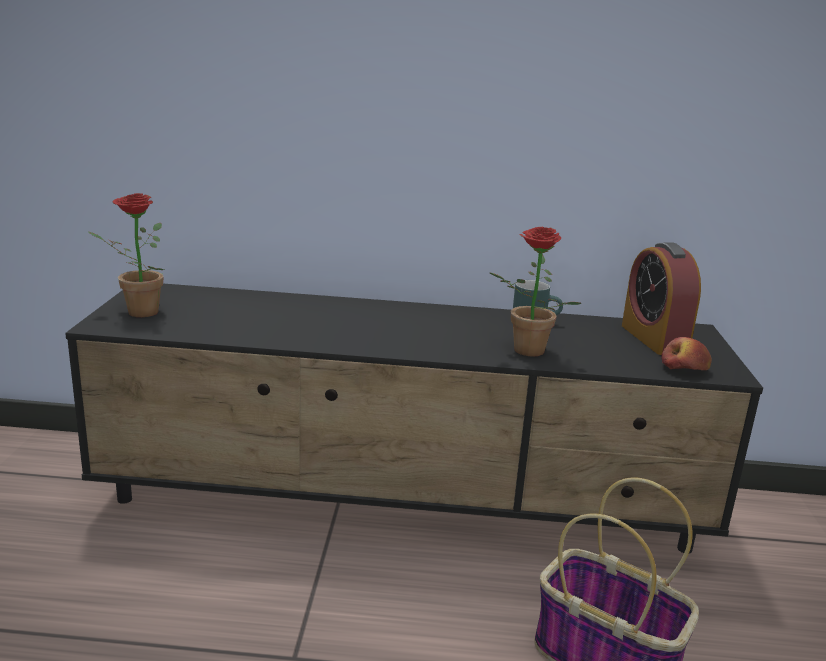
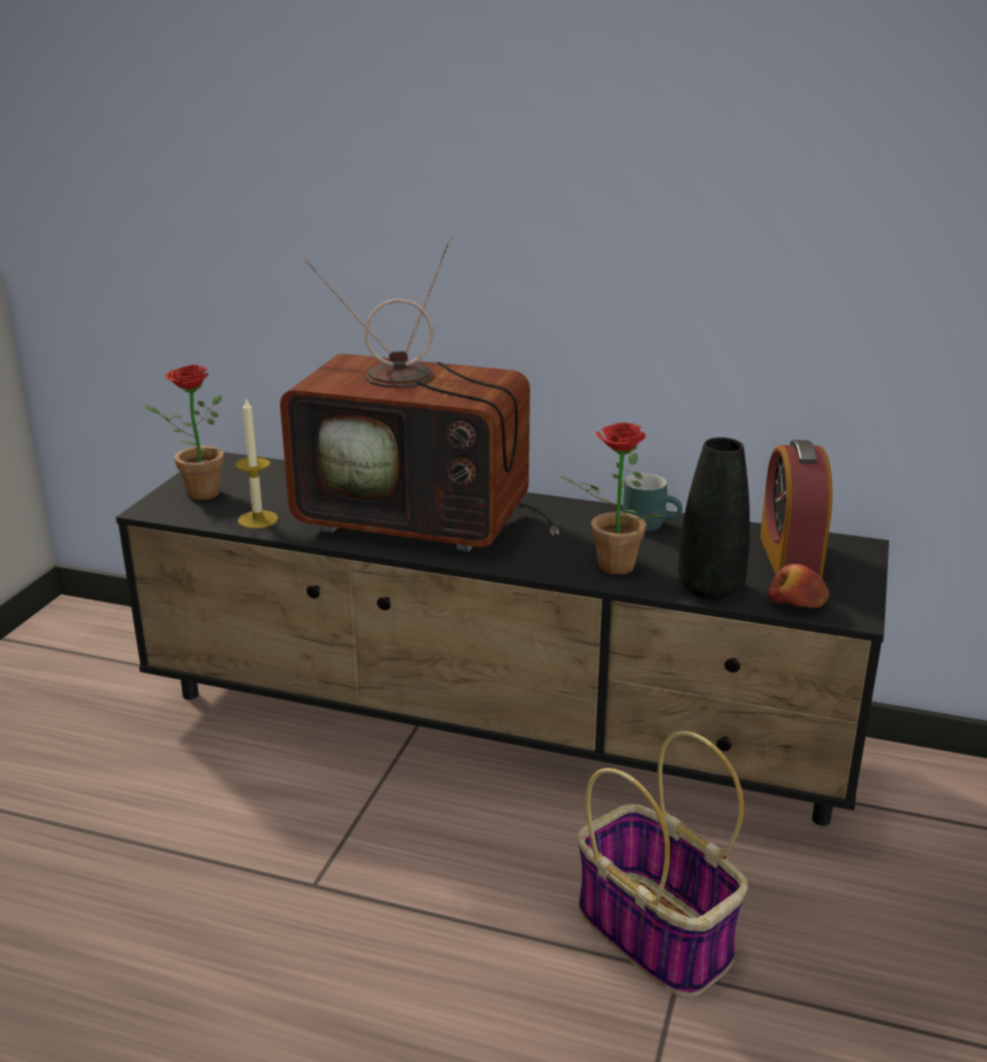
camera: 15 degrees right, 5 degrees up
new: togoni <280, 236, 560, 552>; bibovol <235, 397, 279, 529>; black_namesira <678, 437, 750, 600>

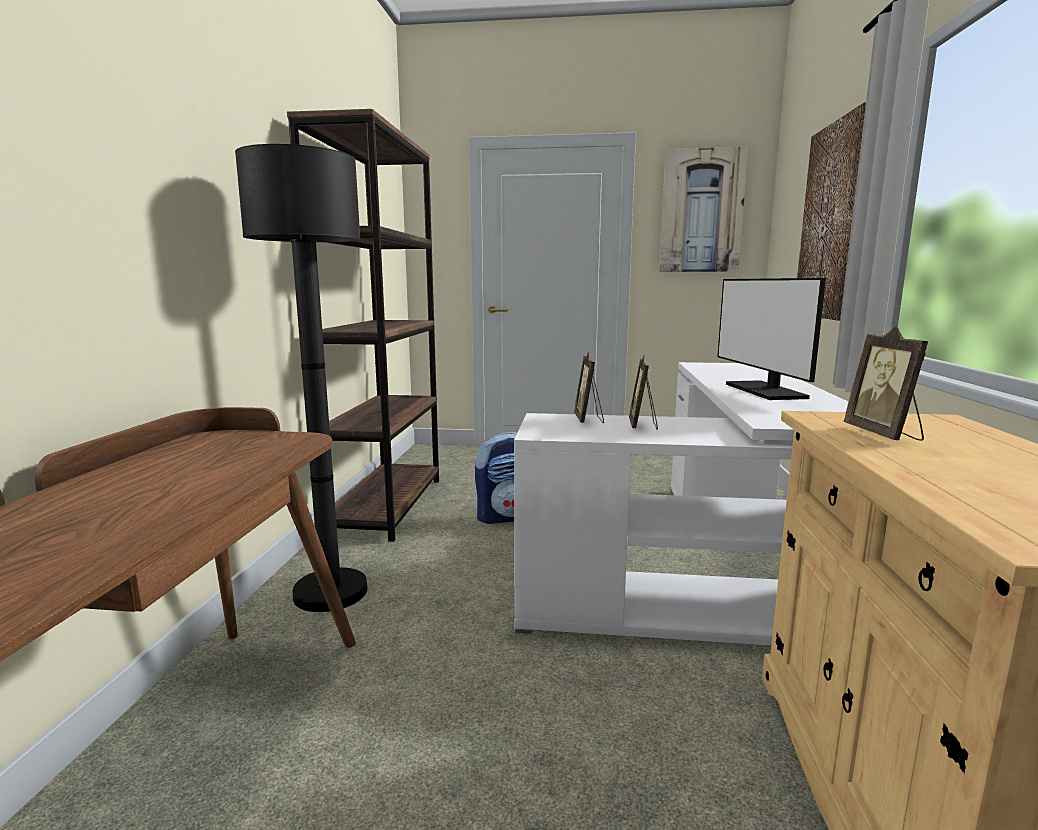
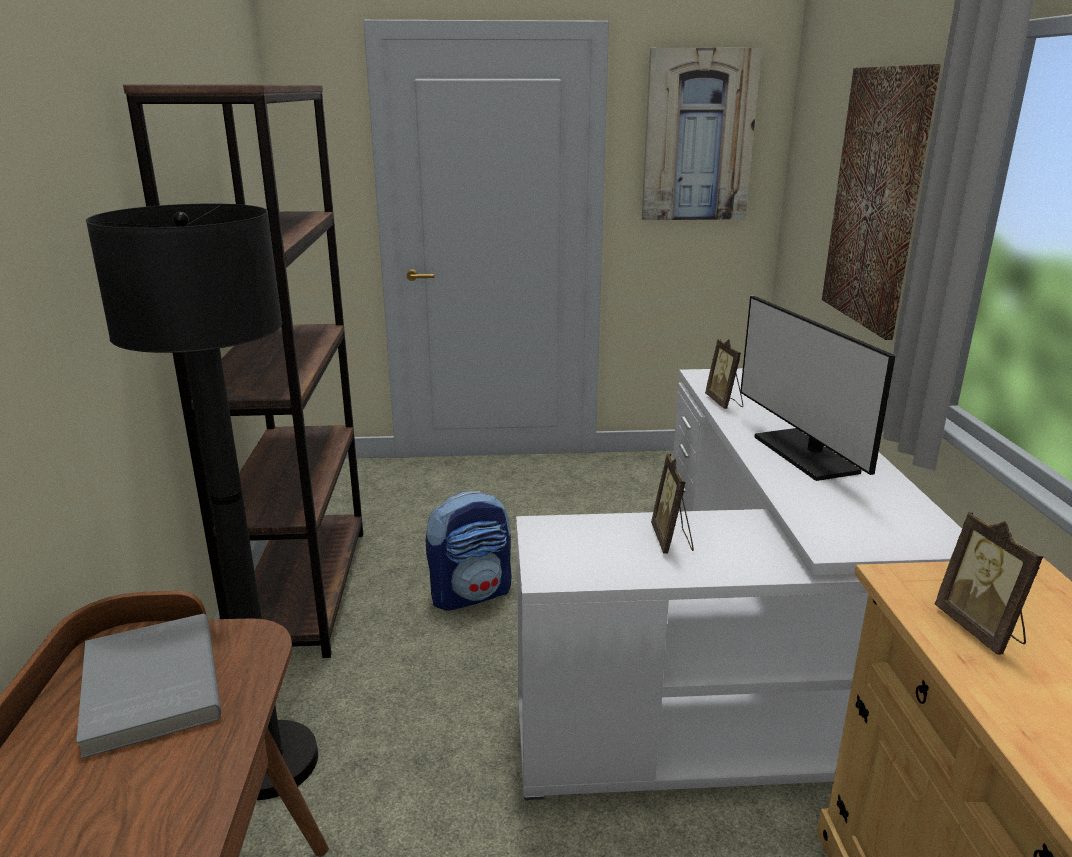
camera: 10 degrees left, 10 degrees up
new: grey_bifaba <76, 614, 221, 759>
shifted: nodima <574, 352, 604, 424> to <705, 339, 743, 409>

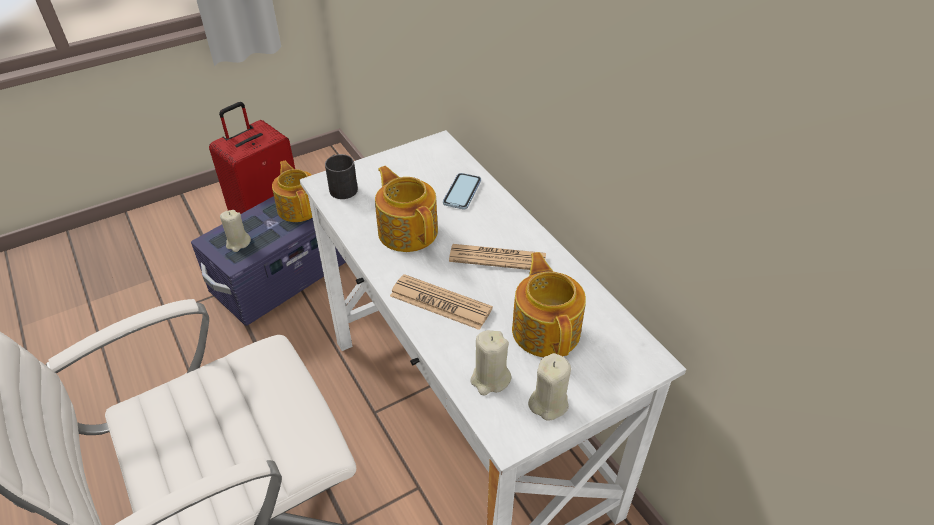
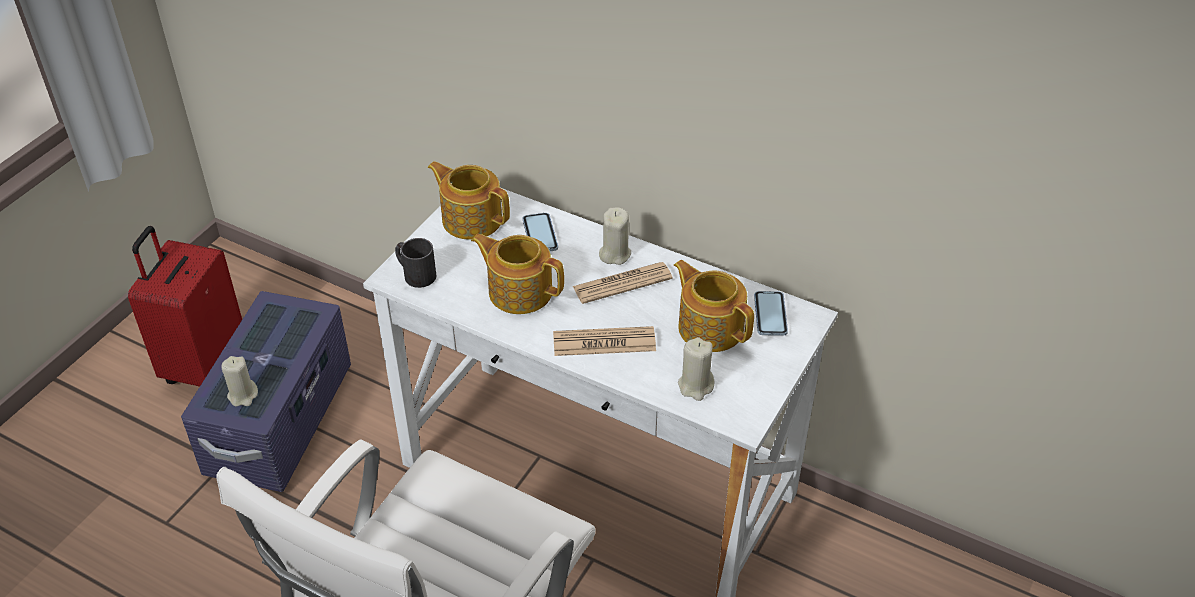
camera: 30 degrees left, 0 degrees up
new: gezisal <754, 291, 788, 336>
shifted: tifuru <272, 161, 312, 222> to <428, 161, 510, 240>; beige_bibovol <528, 353, 571, 421> to <599, 207, 631, 265>

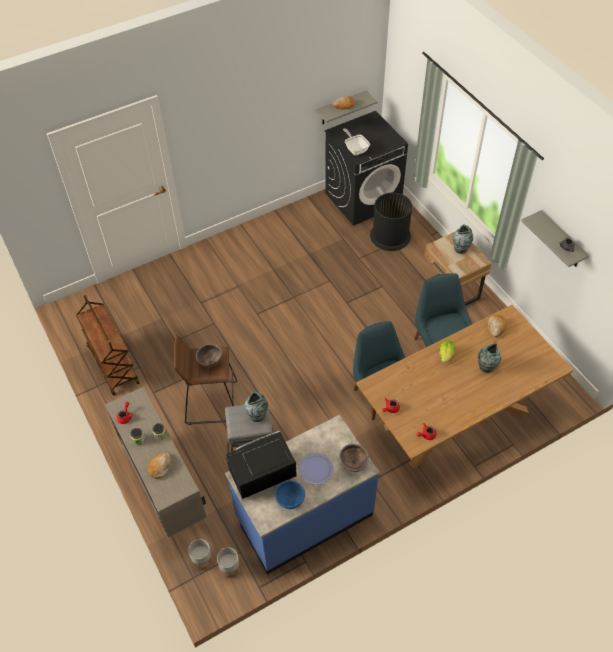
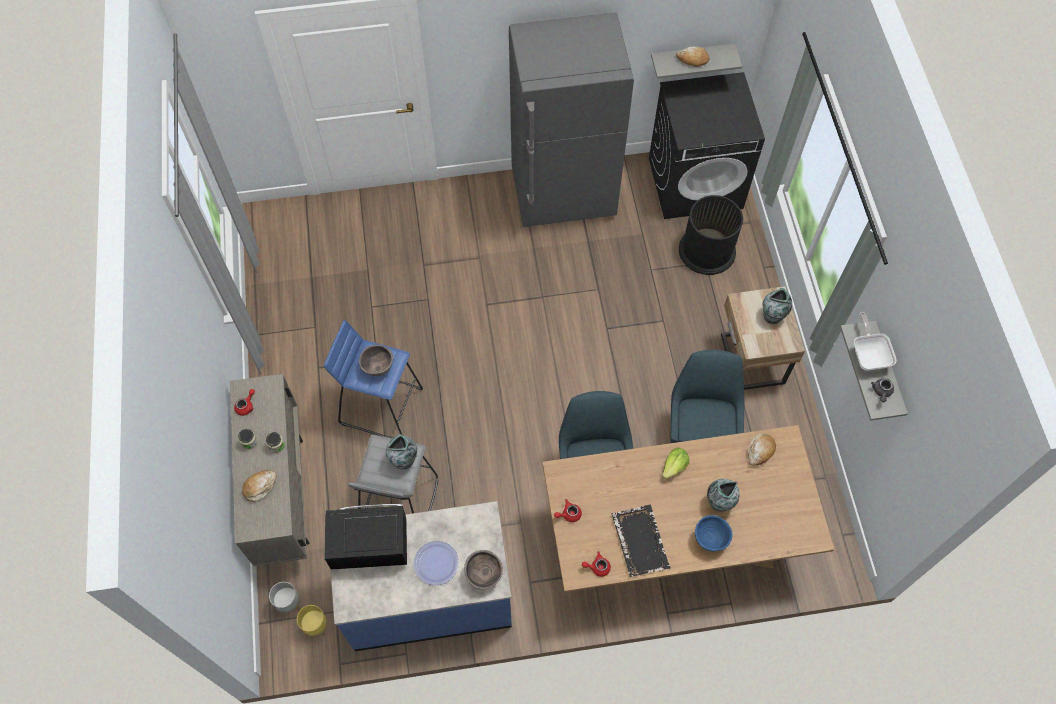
camera: 20 degrees right, 10 degrees up
gone: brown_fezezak <76, 295, 140, 396>
new: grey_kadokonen <509, 12, 634, 227>; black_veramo <612, 504, 671, 577>
shifted: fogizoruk <343, 128, 370, 155> to <854, 312, 897, 371>; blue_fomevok <275, 480, 305, 509> to <695, 515, 732, 551>
repainted: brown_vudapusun <174, 334, 237, 425> to blue_vudapusun <324, 320, 423, 439>; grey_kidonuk <217, 547, 240, 578> to yellow_kidonuk <297, 605, 327, 637>

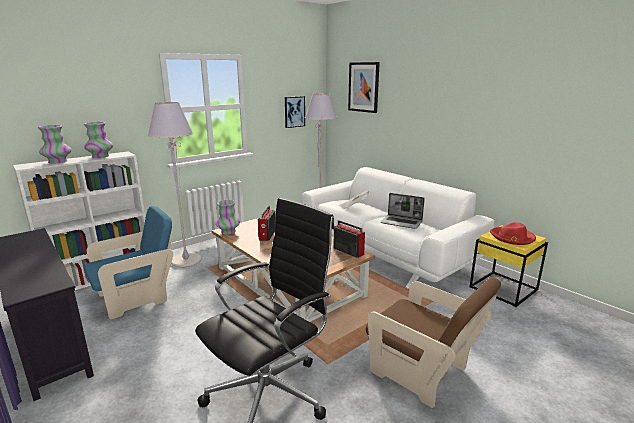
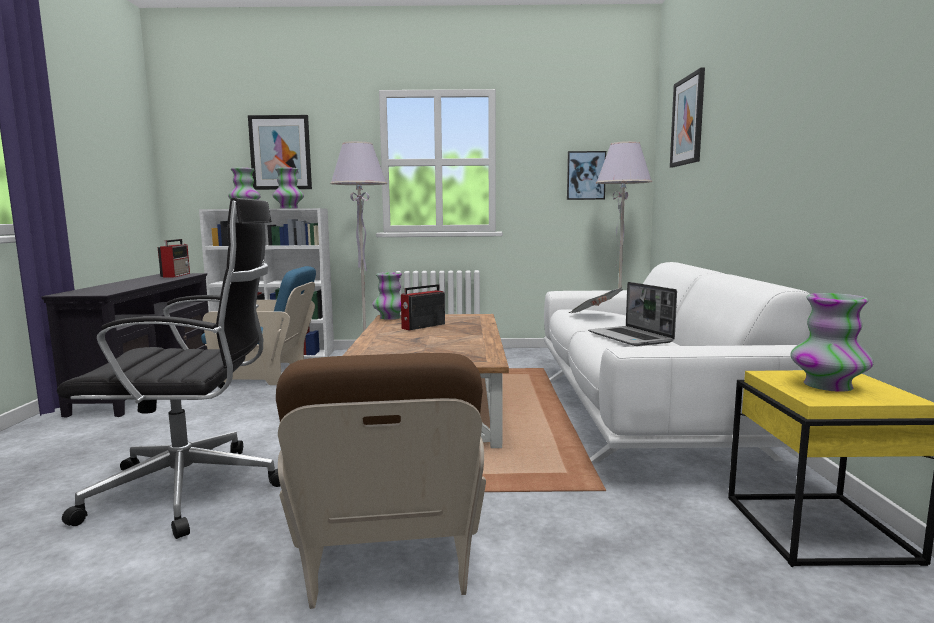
camera: 40 degrees right, 10 degrees down
new: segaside <248, 115, 312, 190>
shifted: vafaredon <333, 220, 365, 258> to <158, 239, 190, 278>
swapped: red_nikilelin <490, 222, 536, 245> to namesira <791, 293, 874, 392>

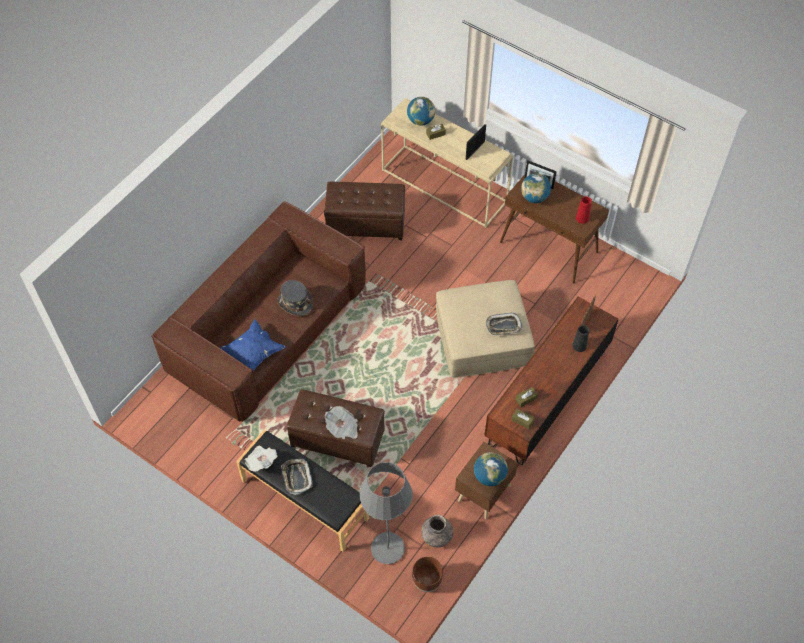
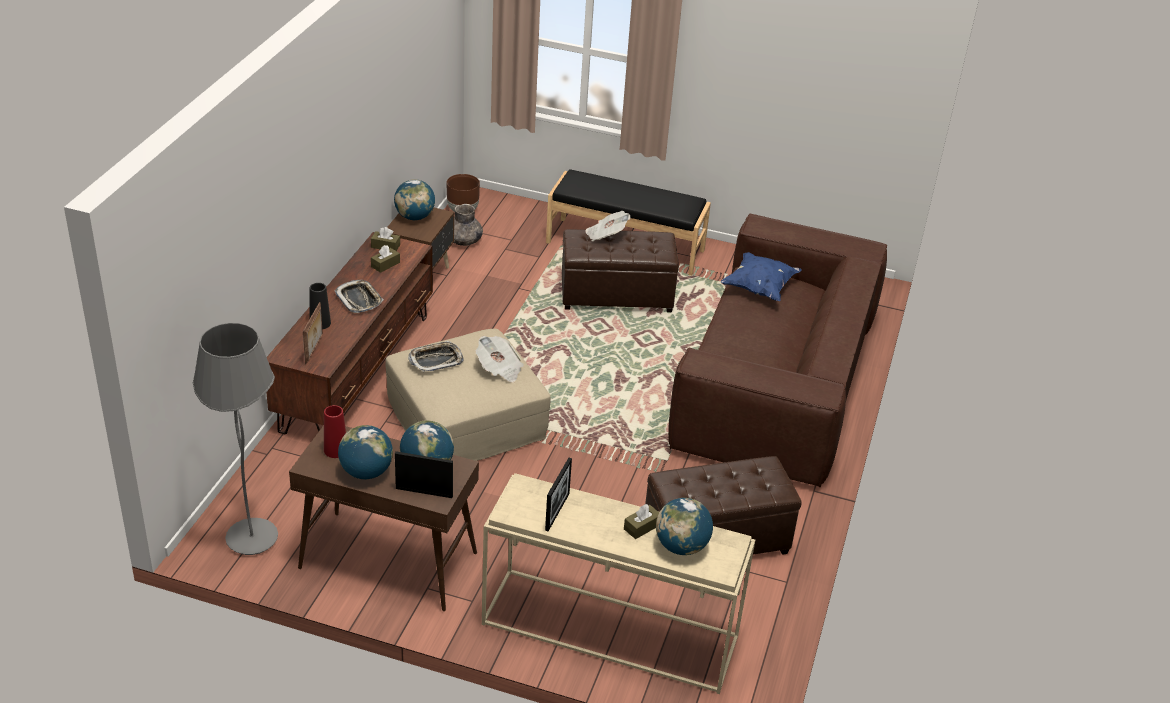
camera: 160 degrees right, 20 degrees down
gone: grey_nikilelin <277, 280, 313, 316>
new: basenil <338, 425, 393, 479>
shifted: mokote <244, 446, 278, 472> to <476, 336, 524, 383>; veramo <281, 459, 313, 495> to <335, 280, 383, 313>; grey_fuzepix <360, 462, 413, 564> to <193, 323, 278, 555>

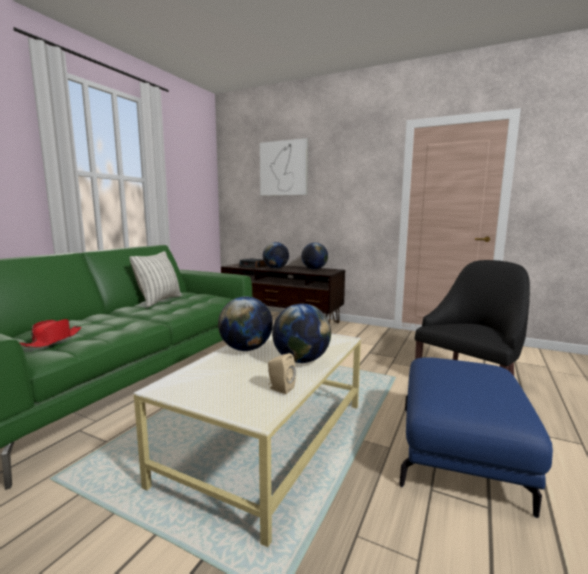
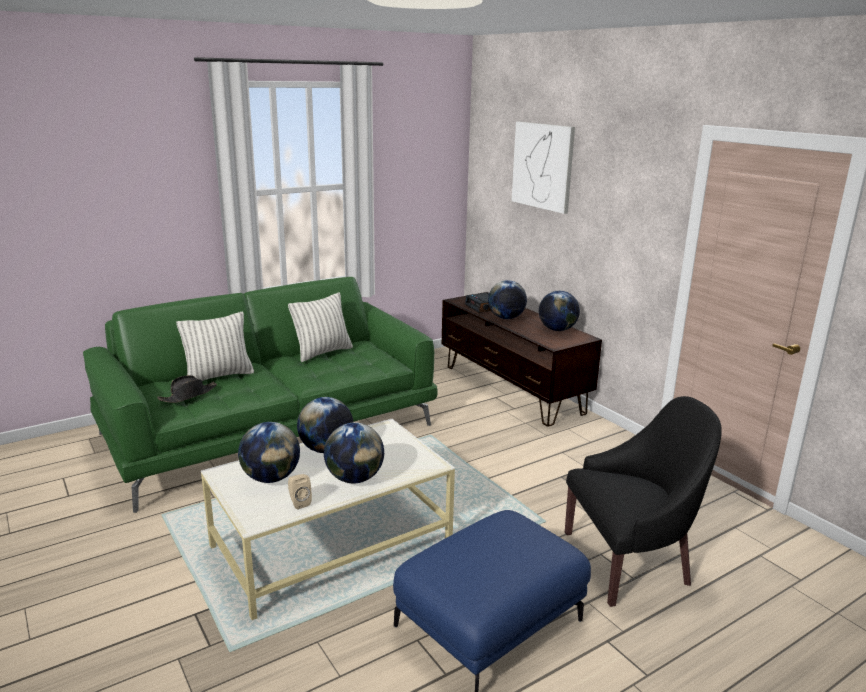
camera: 30 degrees right, 10 degrees up
new: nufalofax <176, 312, 254, 381>; basenil <238, 422, 300, 483>
repainted: red_nikilelin <20, 319, 81, 348> to black_nikilelin <157, 375, 217, 403>

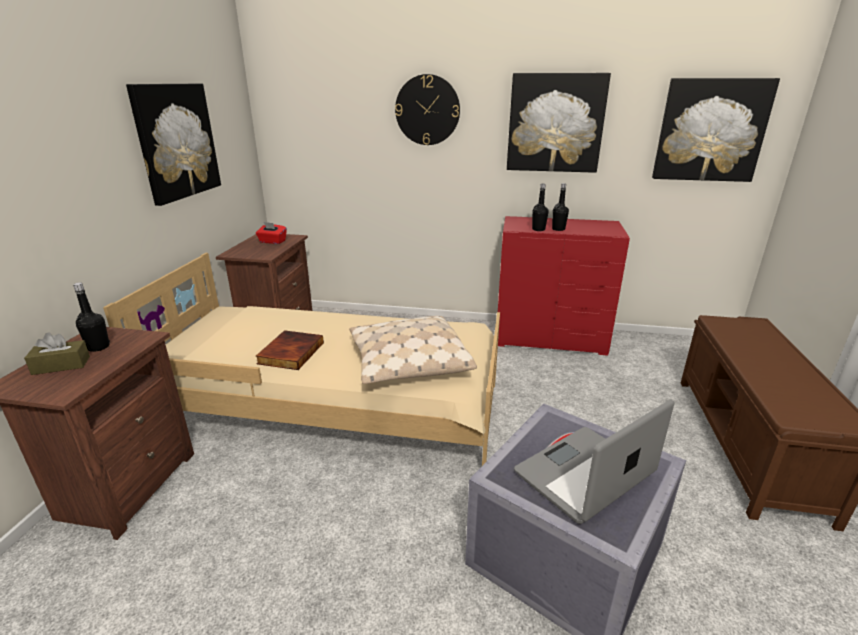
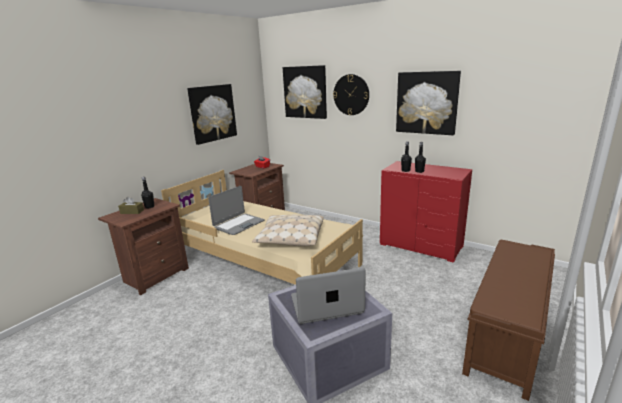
camera: 25 degrees right, 5 degrees down
shifted: segaside <652, 78, 780, 182> to <283, 65, 327, 119>
swapped: bifaba <255, 330, 324, 370> to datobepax <208, 186, 265, 235>

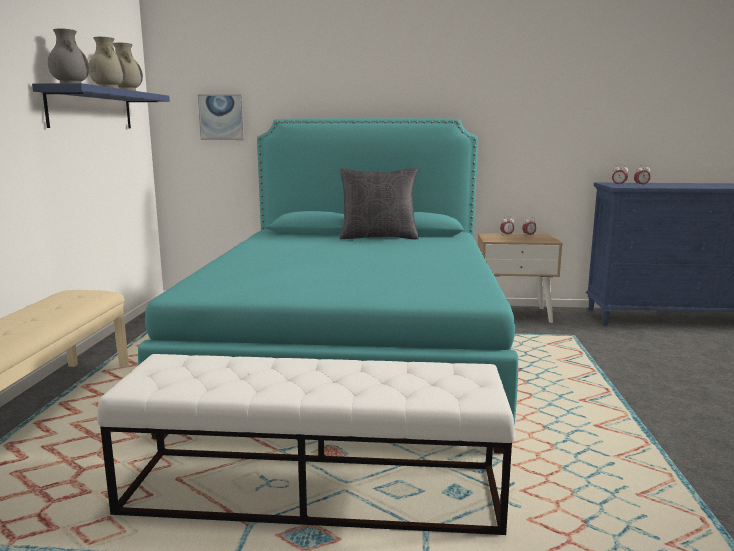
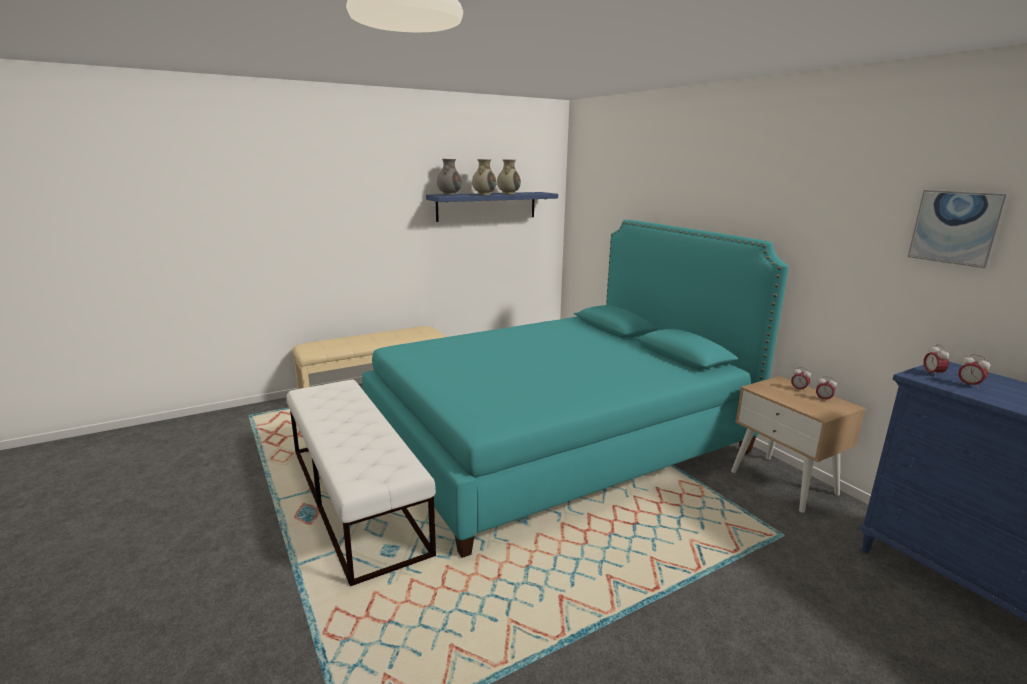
camera: 55 degrees right, 5 degrees up
gone: black_nufalofax <340, 168, 419, 239>
shifted: segaside <198, 94, 244, 140> to <908, 190, 1009, 268>

